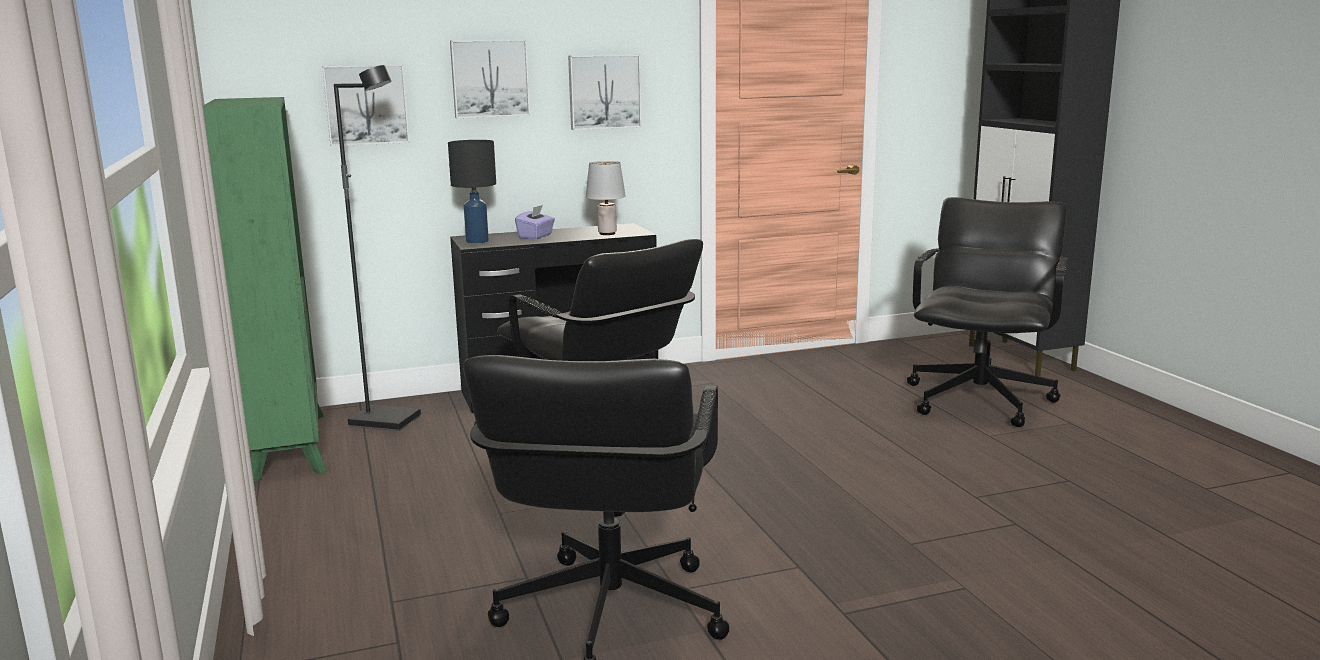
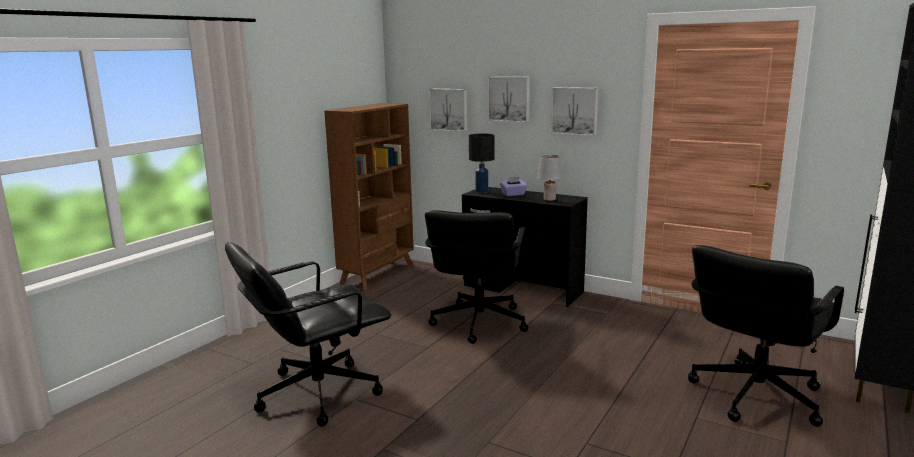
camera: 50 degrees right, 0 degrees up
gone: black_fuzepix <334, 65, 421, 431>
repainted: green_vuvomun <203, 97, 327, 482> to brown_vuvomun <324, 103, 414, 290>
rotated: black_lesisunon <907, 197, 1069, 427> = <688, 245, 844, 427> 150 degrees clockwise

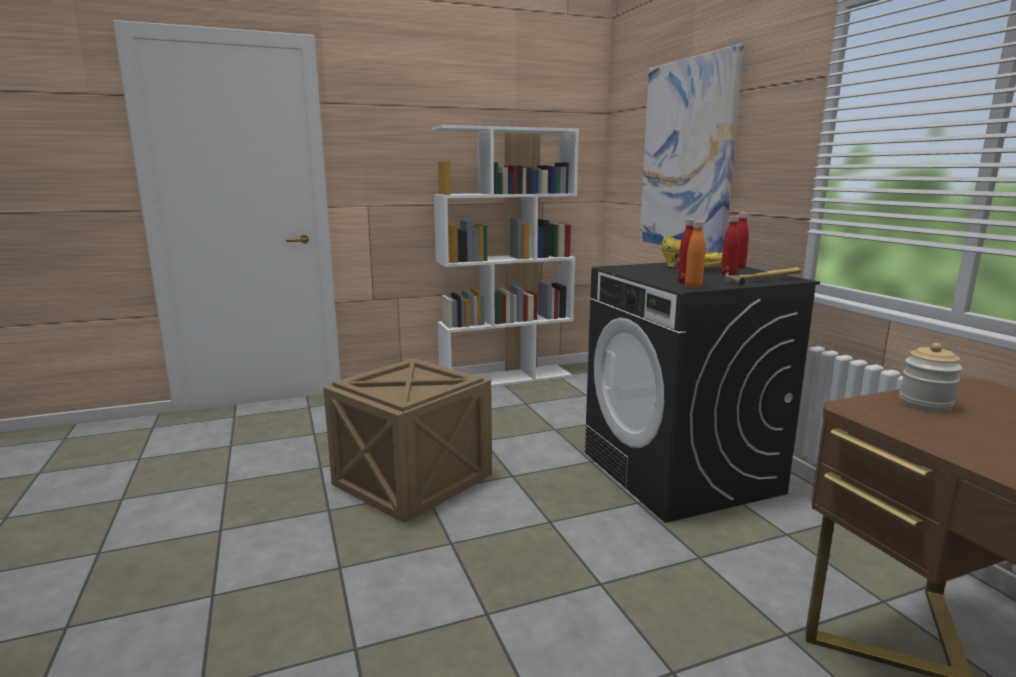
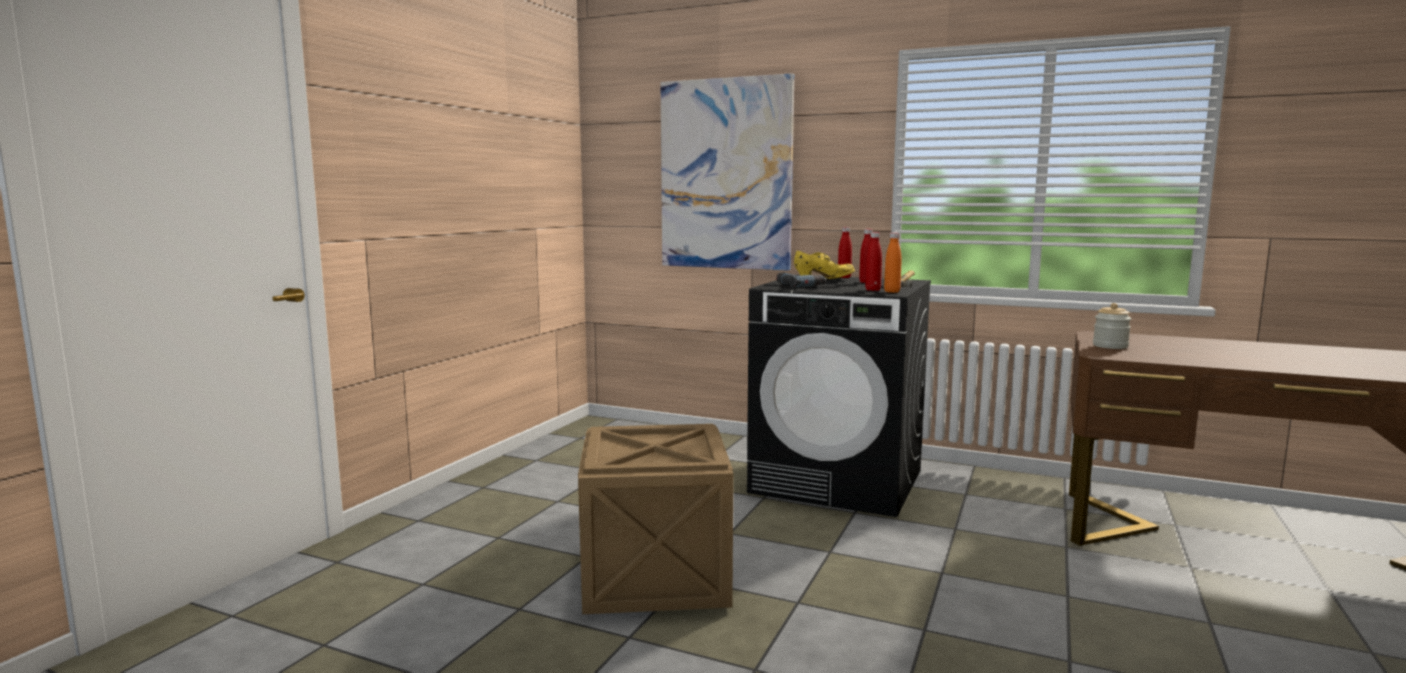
camera: 45 degrees left, 5 degrees down
gone: white_vuvomun <432, 125, 579, 387>
new: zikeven <776, 273, 826, 287>

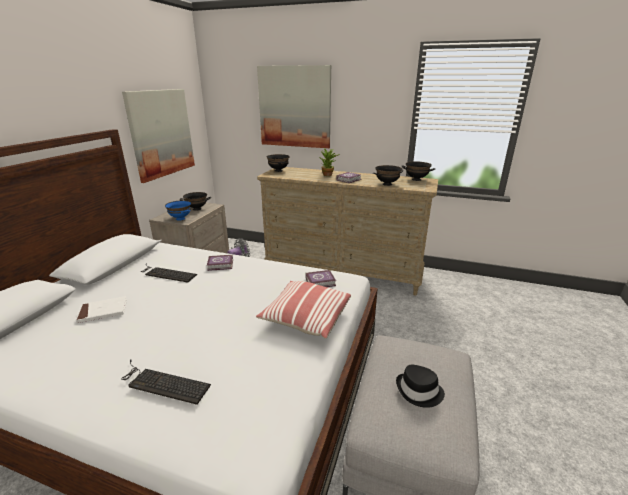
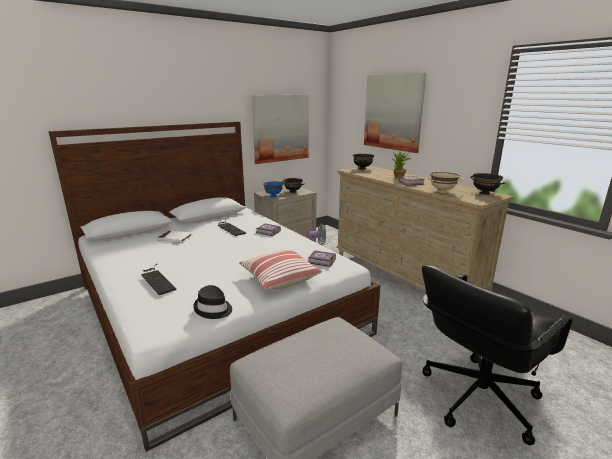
camera: 35 degrees right, 5 degrees down
new: black_lesisunon <422, 265, 573, 445>
shifted: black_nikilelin <396, 365, 445, 408> to <193, 285, 232, 319>
repainted: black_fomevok <373, 165, 403, 186> to beige_fomevok <426, 172, 464, 193>

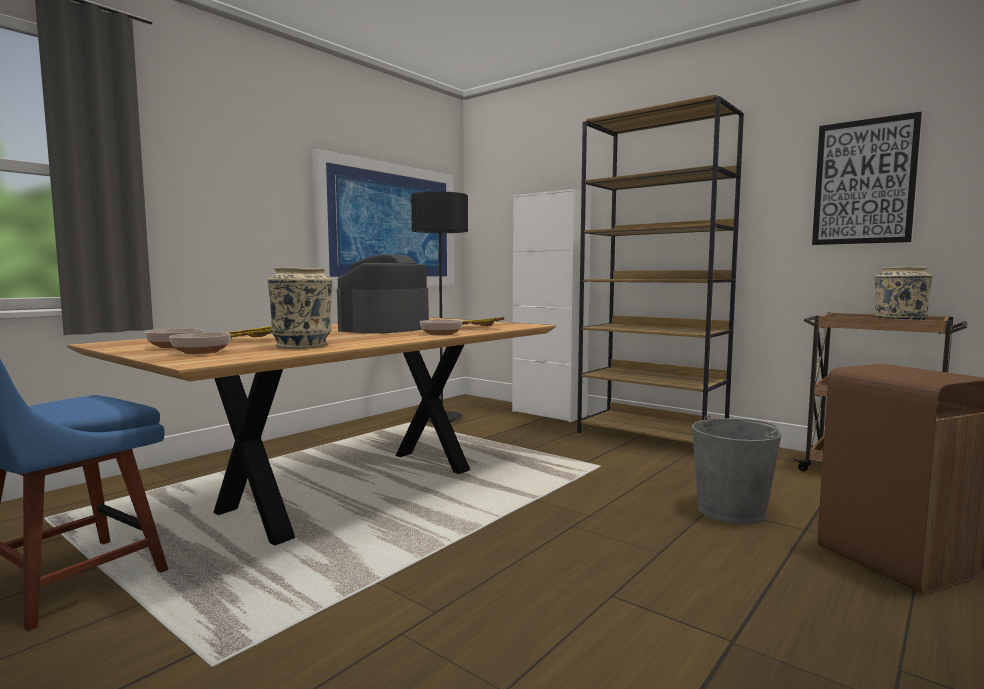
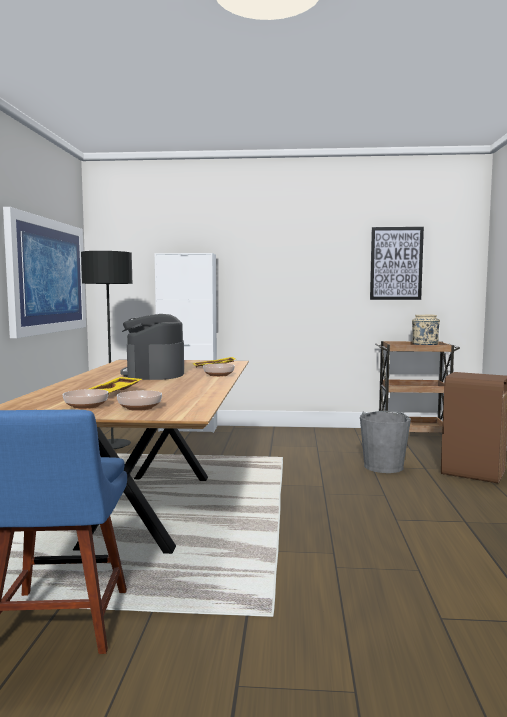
camera: 35 degrees left, 0 degrees up
gone: brown_vuvomun <577, 94, 744, 443>; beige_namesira <267, 267, 332, 349>

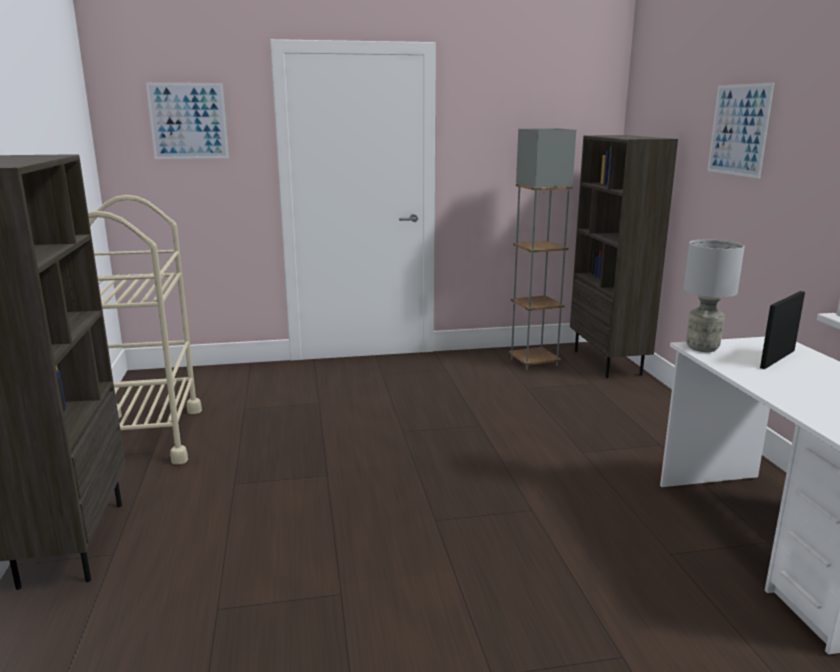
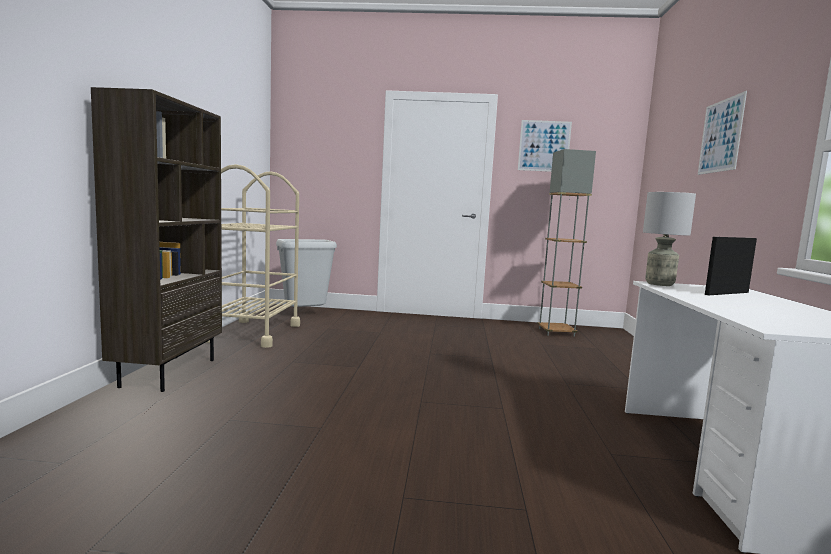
camera: 15 degrees right, 10 degrees down
gone: brown_vuvomun <570, 135, 678, 378>
new: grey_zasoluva <276, 239, 337, 307>
shifted: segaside <146, 83, 229, 159> to <518, 120, 572, 172>

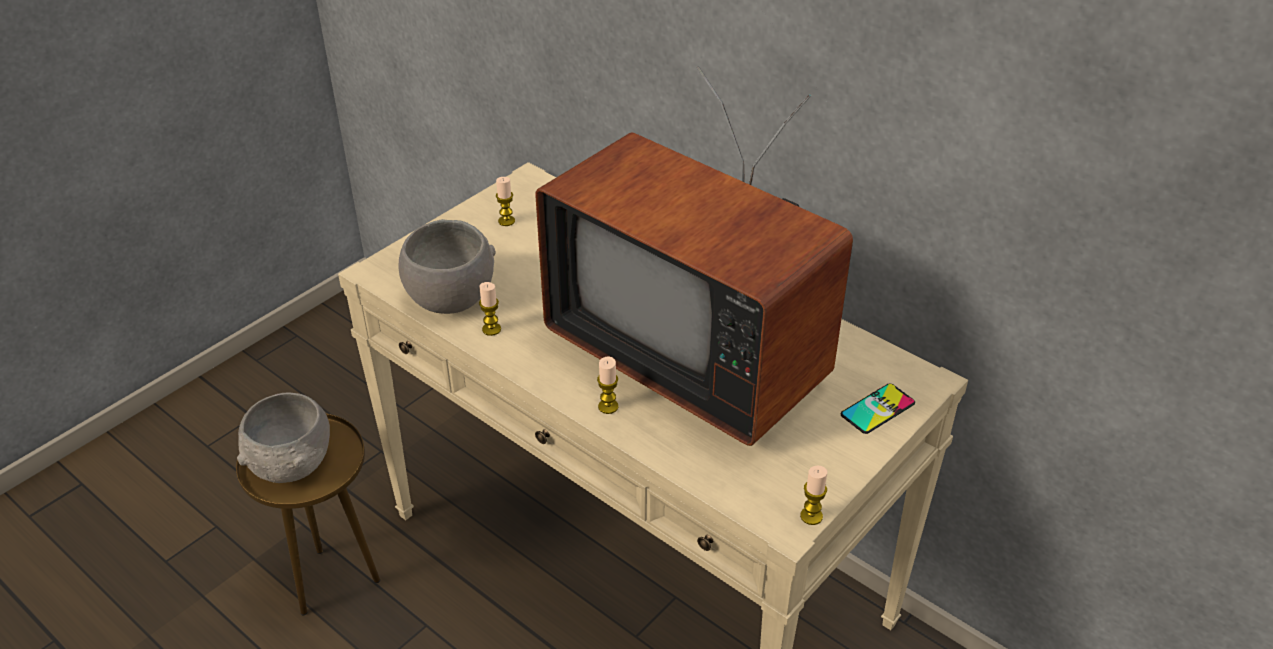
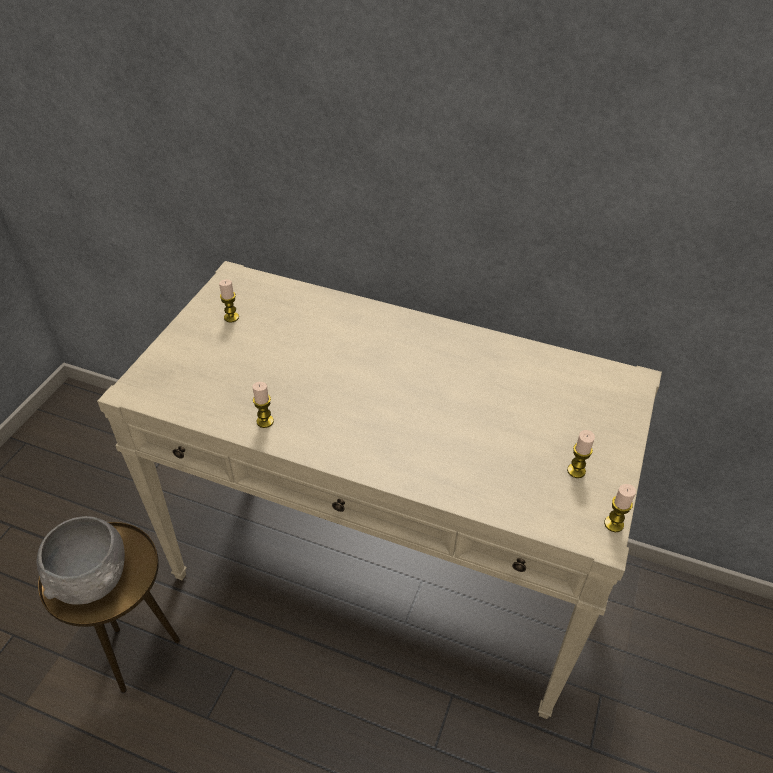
camera: 20 degrees left, 5 degrees up
gone: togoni <535, 66, 853, 446>; grey_fomevok <398, 219, 496, 314>; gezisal <841, 383, 915, 434>
shifted: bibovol <597, 356, 618, 414> to <567, 430, 595, 478>

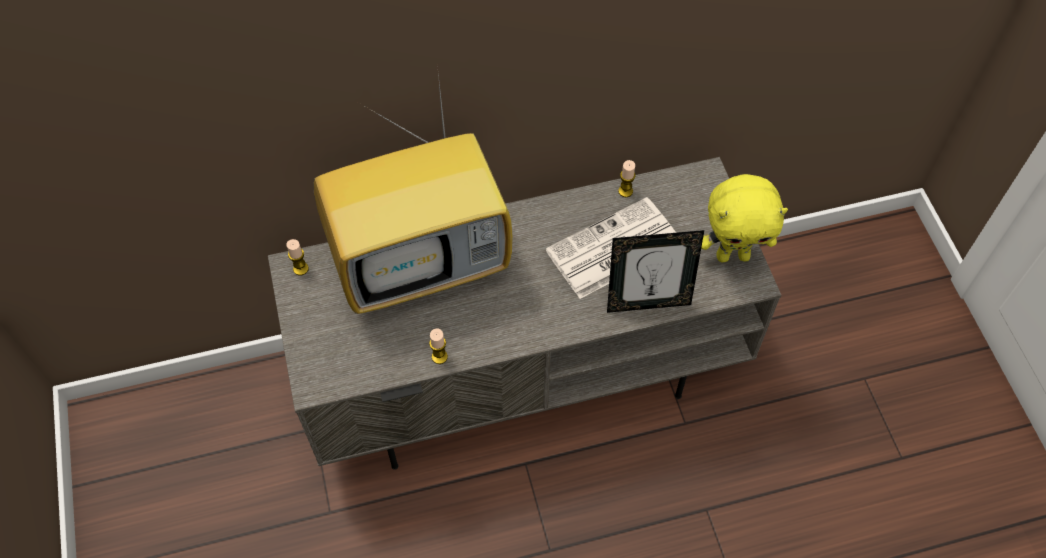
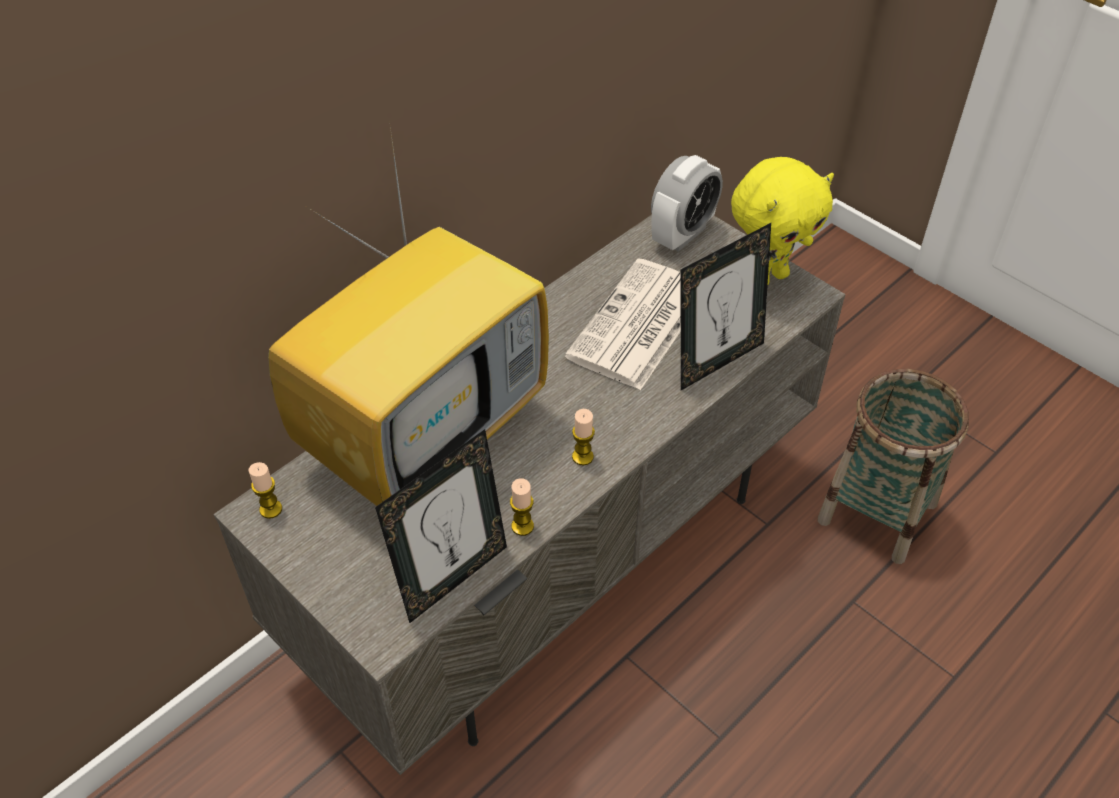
camera: 30 degrees left, 10 degrees down
new: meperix <651, 155, 723, 252>; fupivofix <818, 369, 969, 564>; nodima <375, 429, 507, 623>
shifted: bibovol <618, 160, 636, 197> to <572, 409, 595, 466>

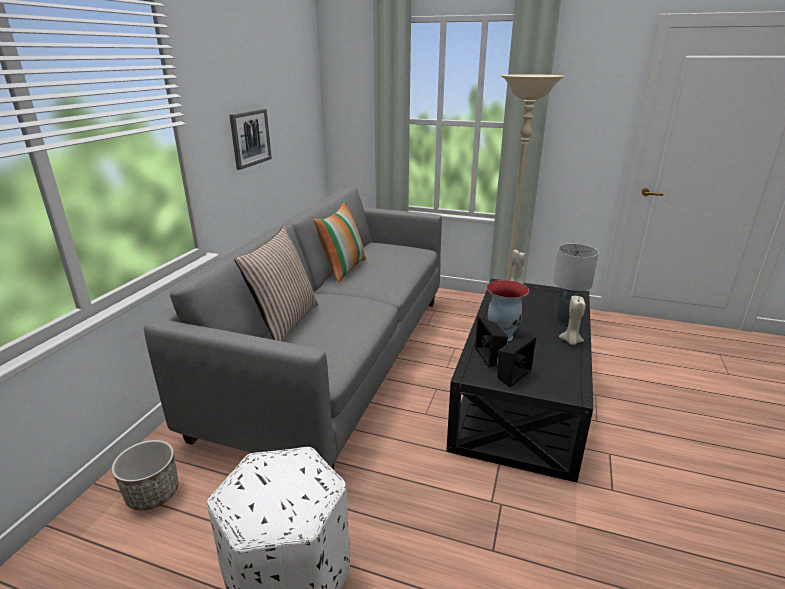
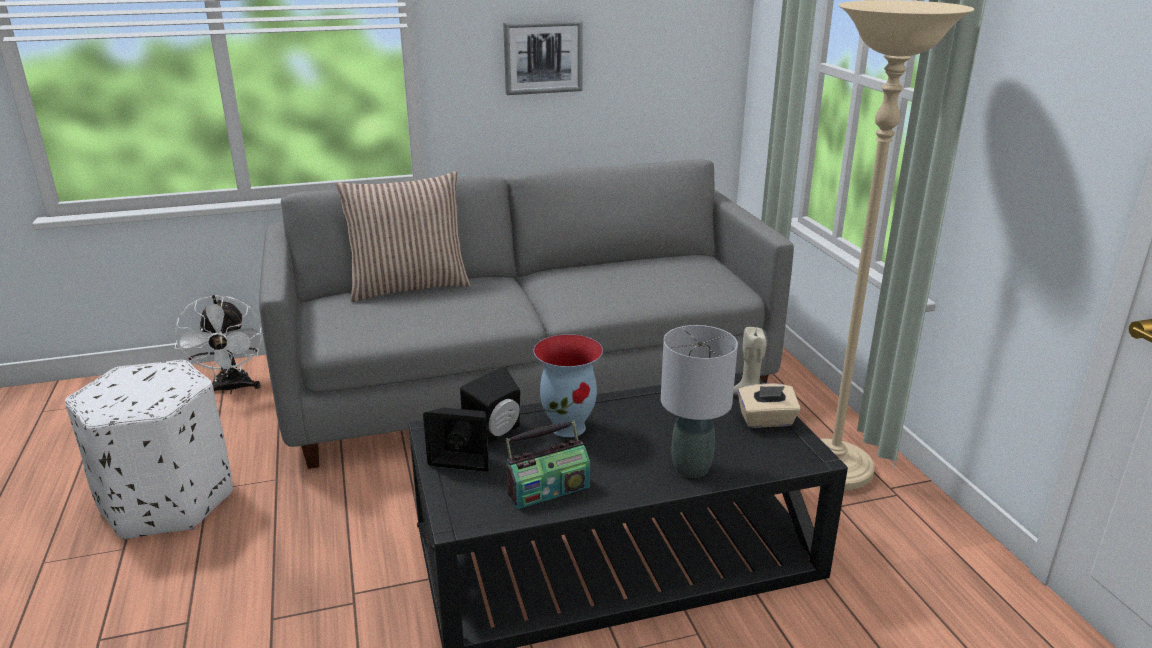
camera: 55 degrees right, 0 degrees up
gone: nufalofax <314, 201, 366, 283>; beige_bibovol <559, 296, 586, 345>
new: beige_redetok <738, 383, 801, 428>; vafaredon <506, 421, 590, 509>
swapped: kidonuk <112, 440, 178, 510> to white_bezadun <175, 295, 263, 394>

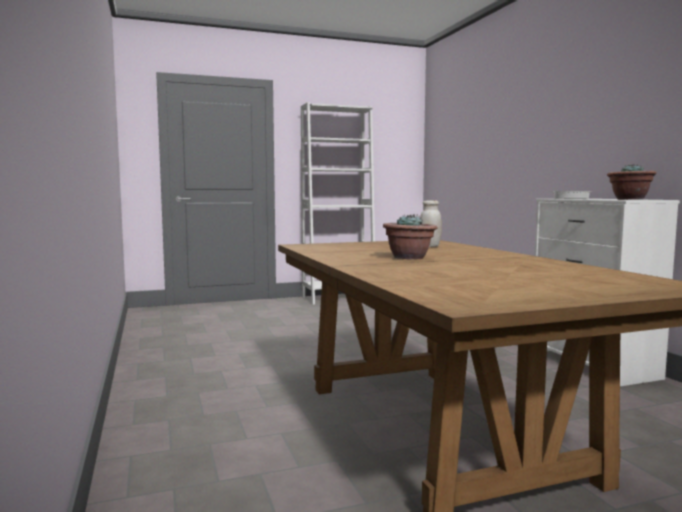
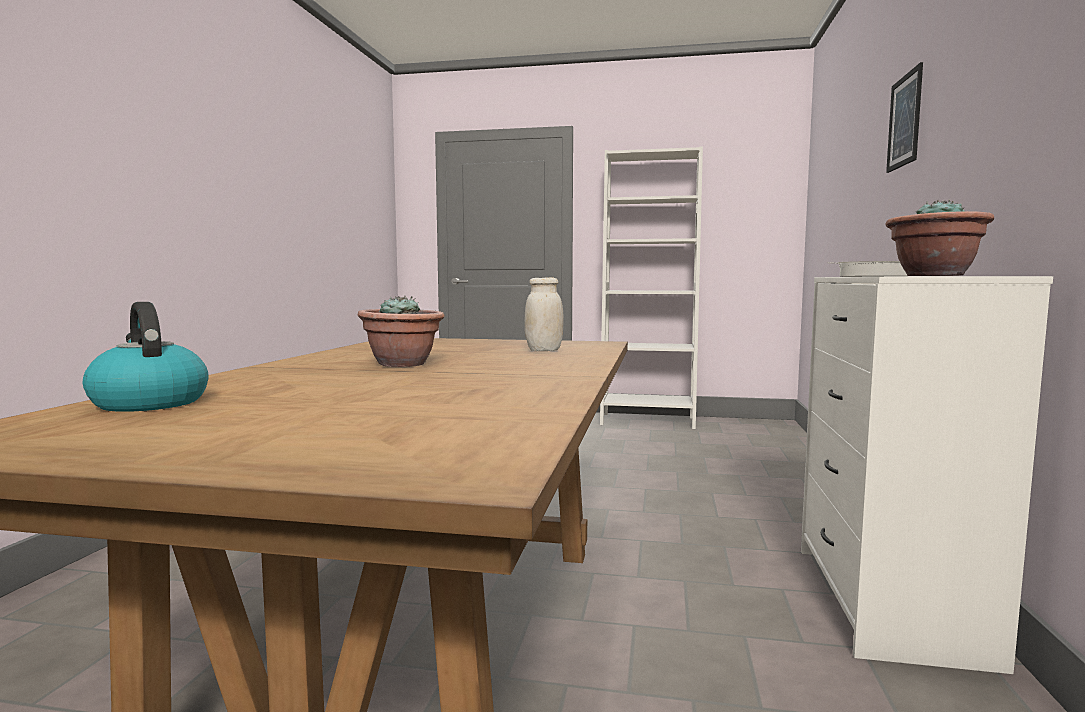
camera: 30 degrees right, 0 degrees up
new: segaside <886, 62, 923, 173>; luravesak <83, 302, 209, 412>

